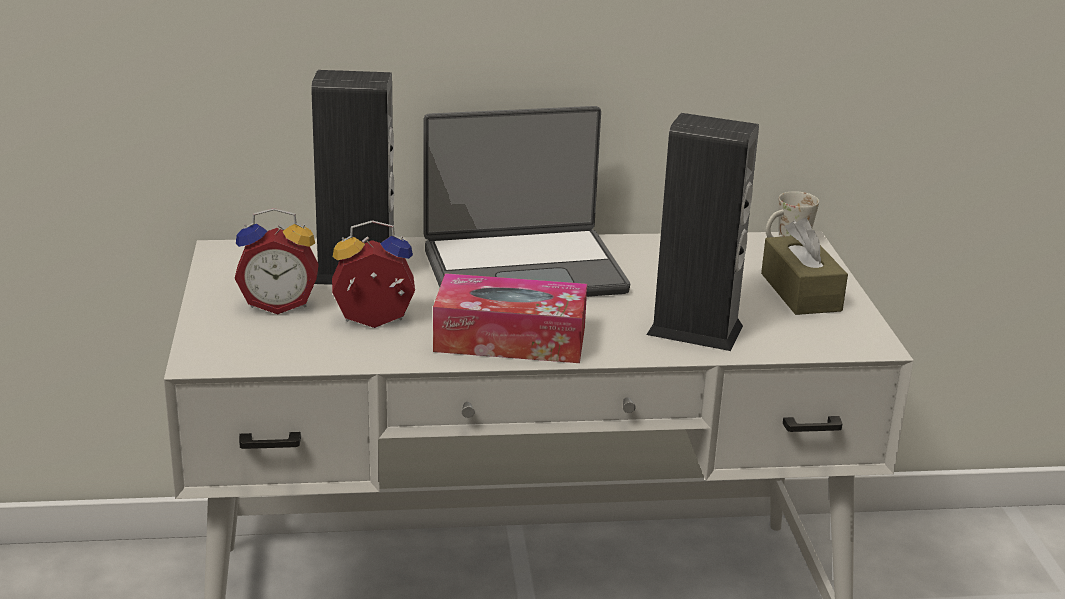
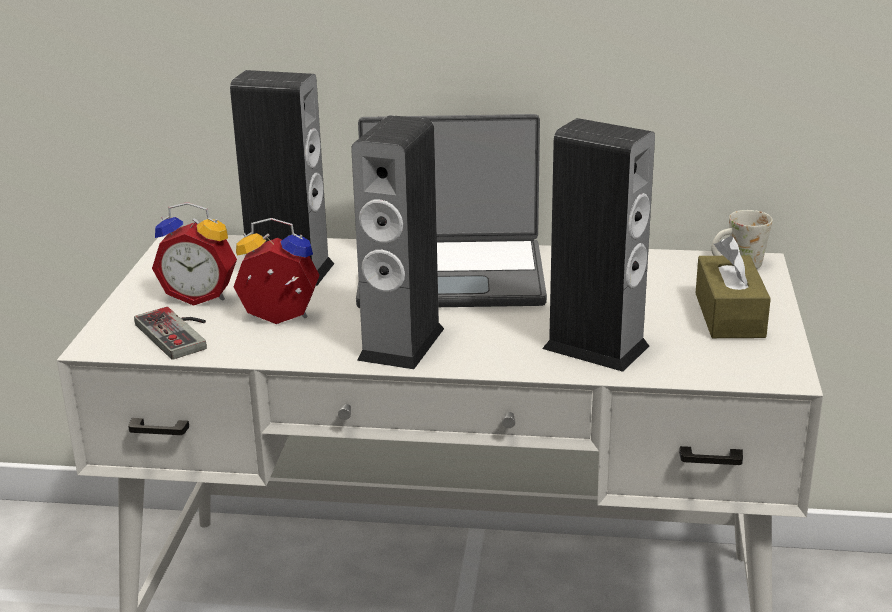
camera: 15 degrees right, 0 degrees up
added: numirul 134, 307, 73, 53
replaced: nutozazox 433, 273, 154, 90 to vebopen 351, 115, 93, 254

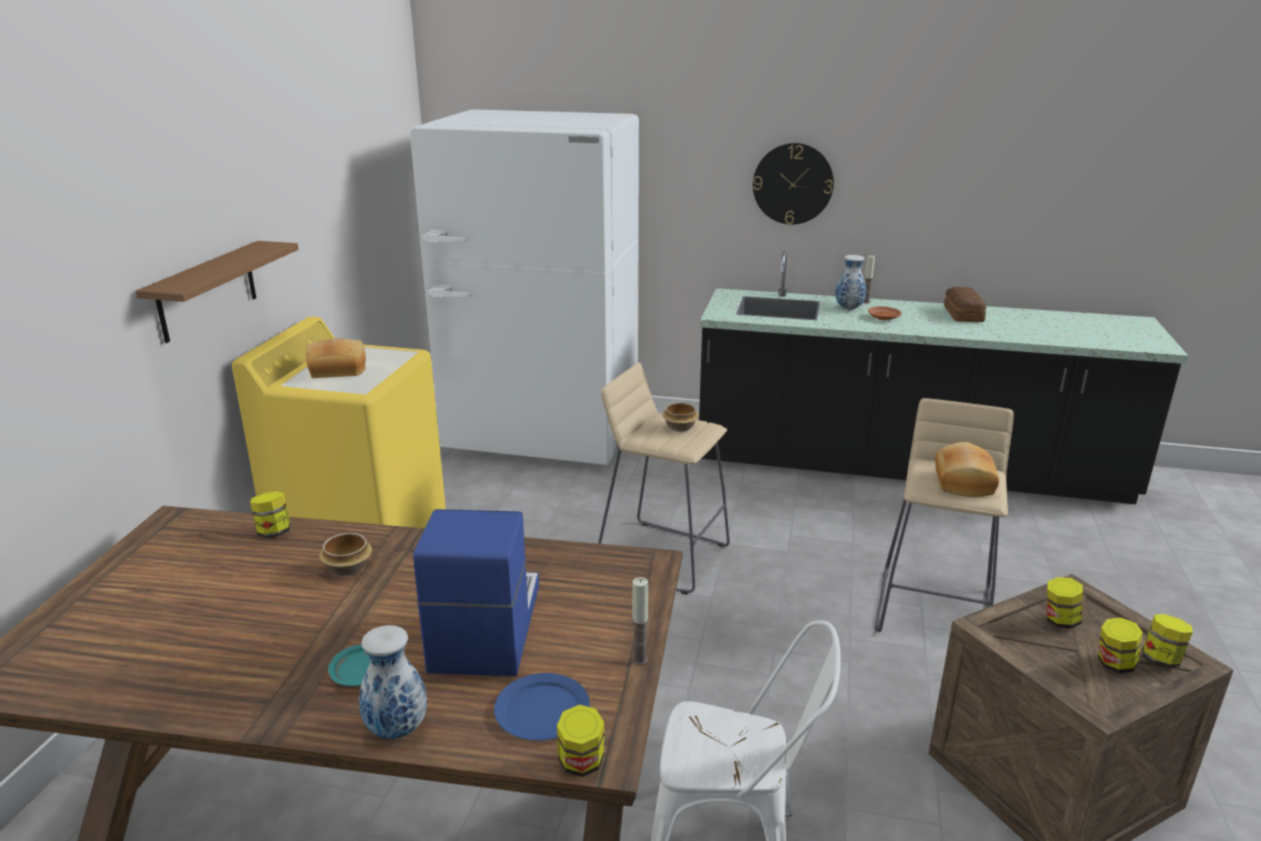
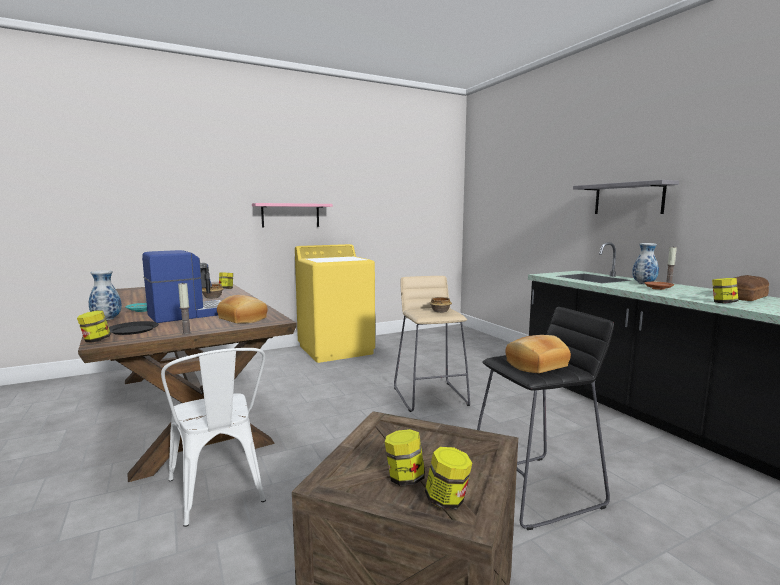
camera: 50 degrees right, 15 degrees down
removed: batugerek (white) 410, 109, 229, 356
moved: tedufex 306, 339, 60, 39 to 217, 295, 51, 29; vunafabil 1047, 577, 36, 52 to 712, 278, 26, 25
replaced: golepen 753, 143, 81, 82 to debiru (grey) 573, 180, 106, 34
recoloured: debiru (brown) 136, 241, 163, 102 to debiru (pink) 252, 203, 81, 25; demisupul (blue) 494, 673, 96, 68 to demisupul (black) 109, 321, 50, 14; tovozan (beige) 875, 398, 139, 234 to tovozan (black) 477, 307, 137, 223

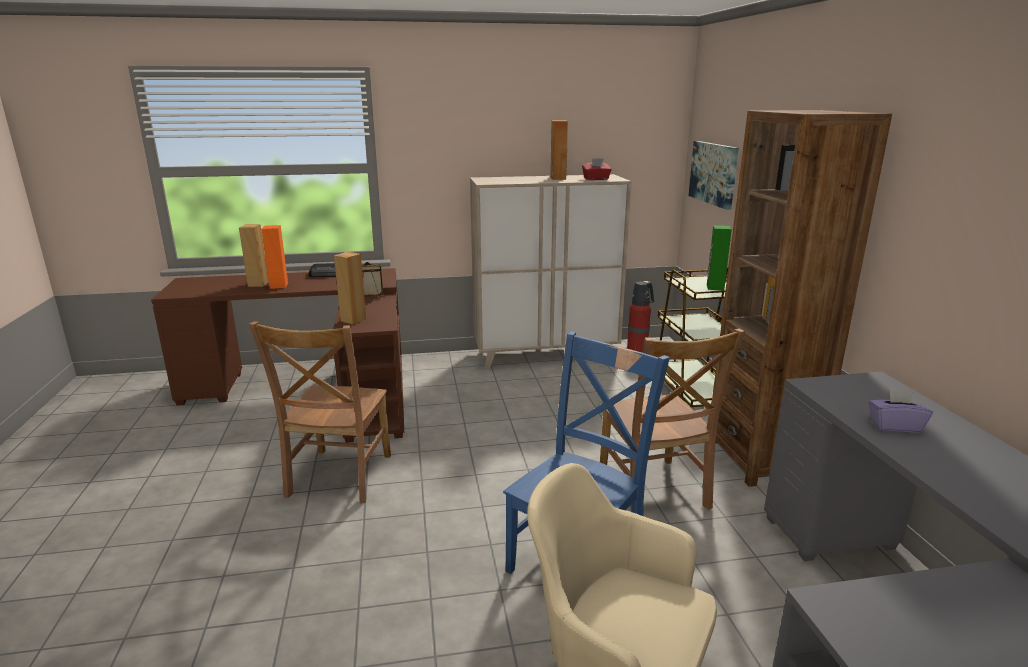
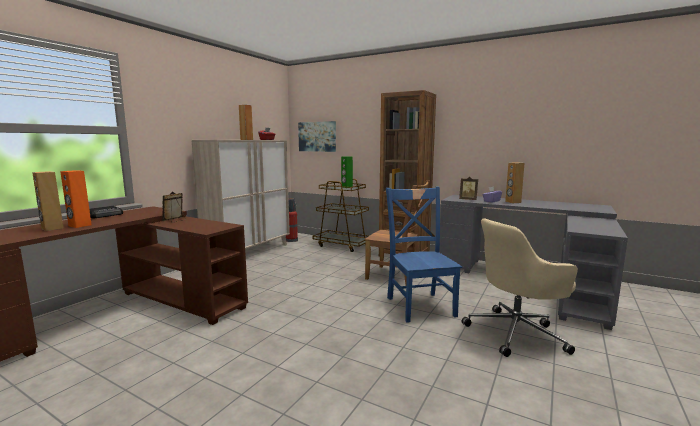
camera: 50 degrees left, 10 degrees down
removed: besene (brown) 249, 321, 142, 183
added: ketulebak 459, 177, 19, 23
moved: vebopen (brown) 334, 252, 32, 73 to 505, 162, 19, 41

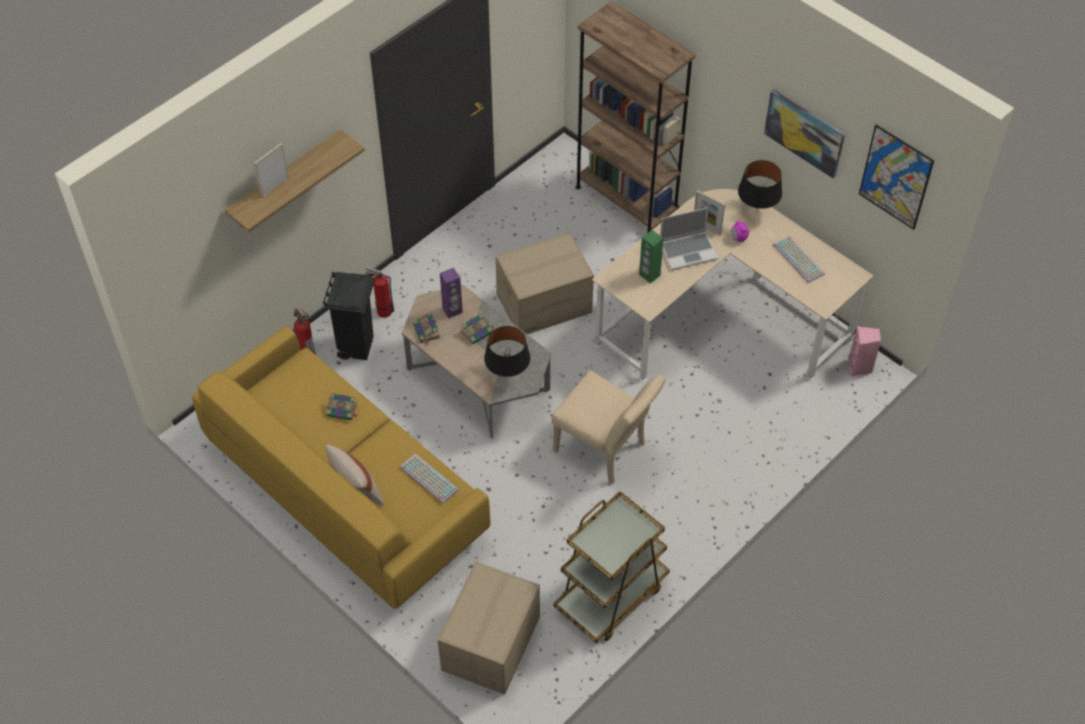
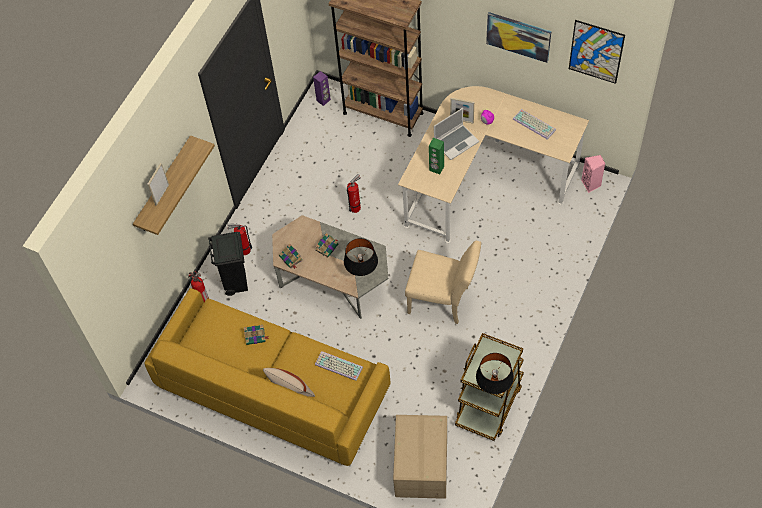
camera: 15 degrees left, 5 degrees up
moved: vebopen (purple) 440, 268, 23, 50 to 313, 71, 18, 35; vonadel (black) 738, 160, 44, 50 to 476, 353, 38, 41
replaced: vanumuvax 496, 233, 98, 101 to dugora 347, 174, 14, 39

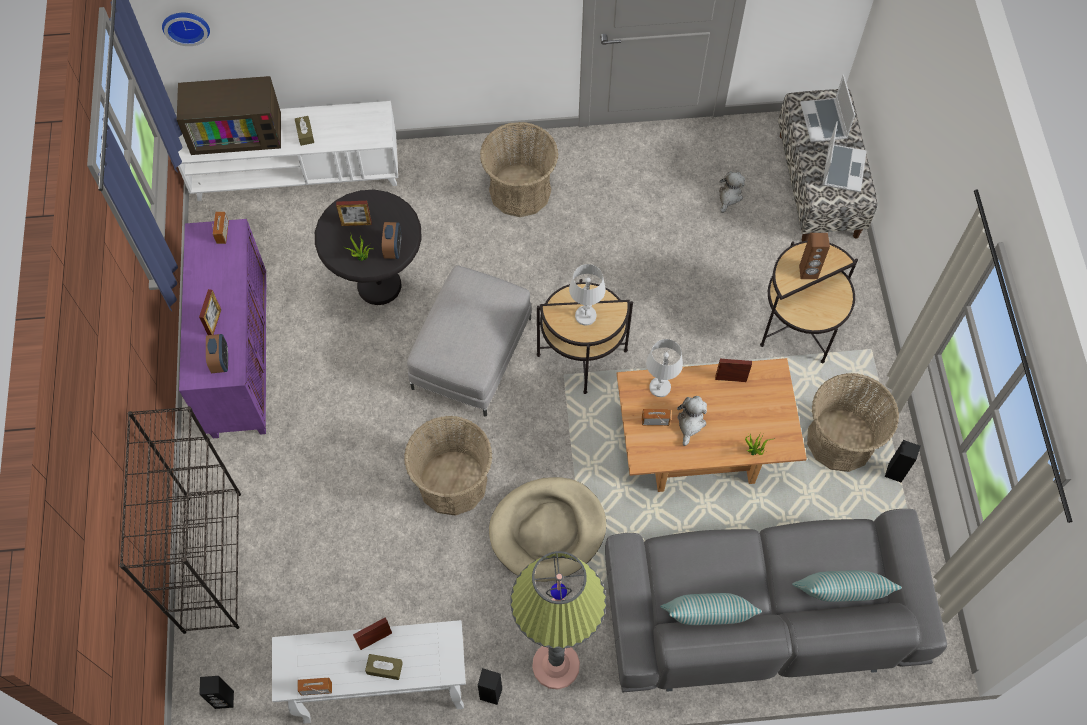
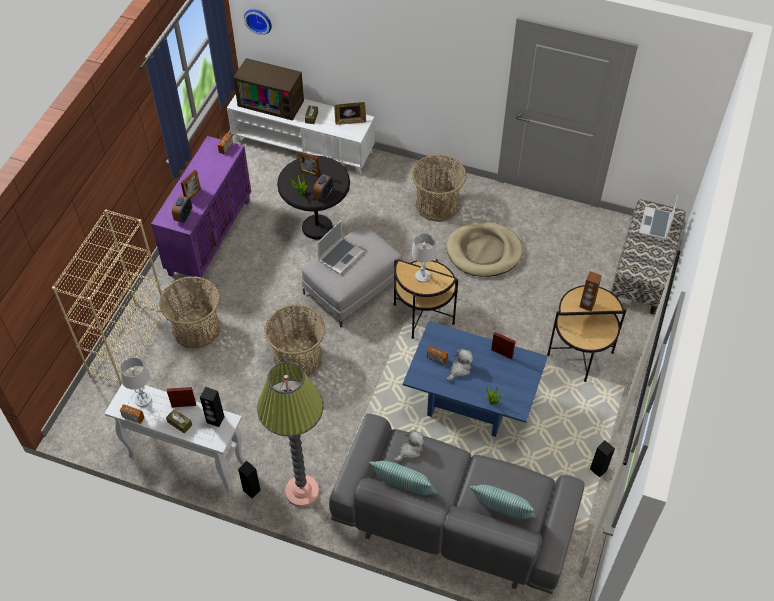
camera: 25 degrees right, 10 degrees down
added: ketulebak 334, 102, 32, 23
moved: vebopen (black) 199, 676, 35, 33 to 200, 387, 24, 40; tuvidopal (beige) 489, 477, 117, 105 to 446, 222, 77, 55; vonadel (white) 646, 339, 37, 58 to 120, 358, 32, 49; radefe 719, 171, 26, 42 to 394, 430, 30, 32; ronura 807, 373, 92, 99 to 159, 276, 61, 72; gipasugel 822, 121, 45, 71 to 317, 220, 46, 54
recoloured: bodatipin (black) 119, 406, 122, 228 to bodatipin (beige) 52, 209, 113, 176; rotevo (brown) 617, 358, 190, 134 to rotevo (blue) 403, 321, 145, 116

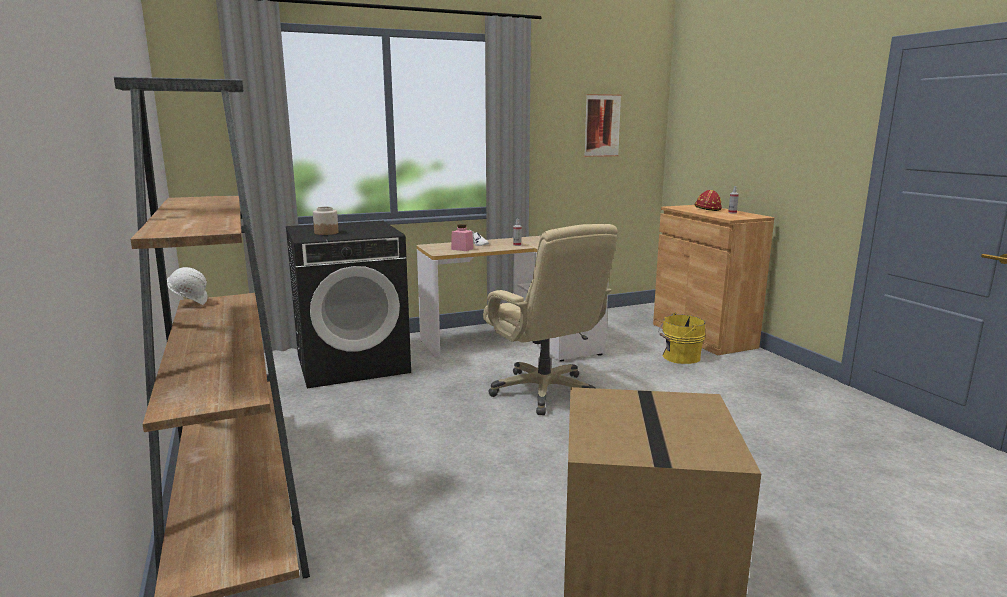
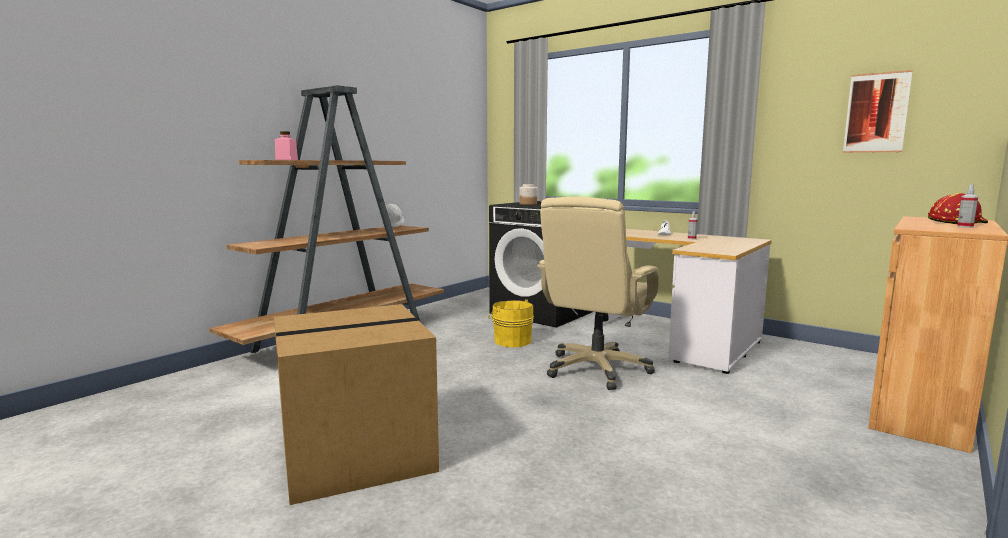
camera: 60 degrees right, 5 degrees down
moved: vunafabil (pink) 451, 224, 22, 27 to 275, 131, 23, 29; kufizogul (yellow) 658, 313, 47, 51 to 488, 299, 46, 48

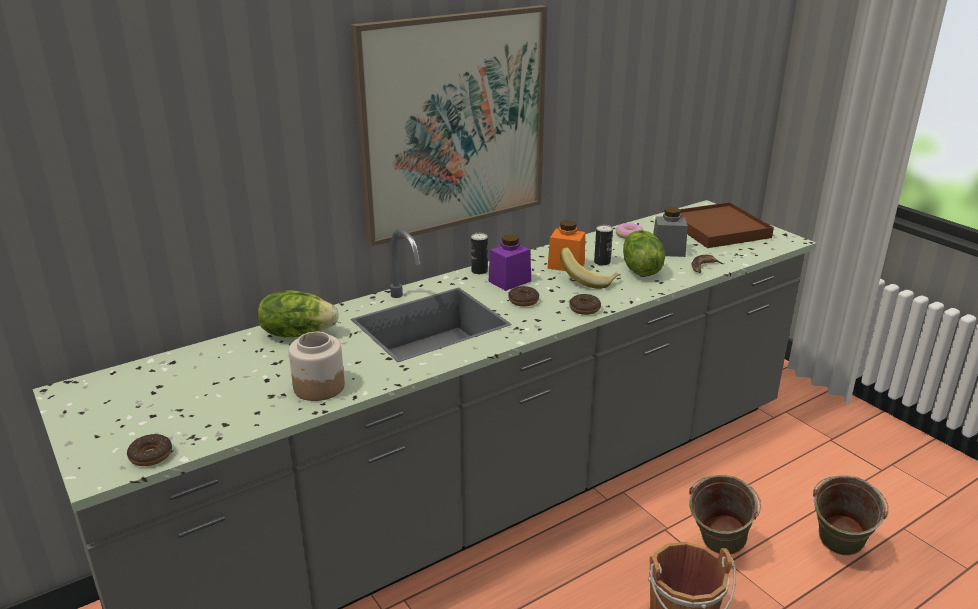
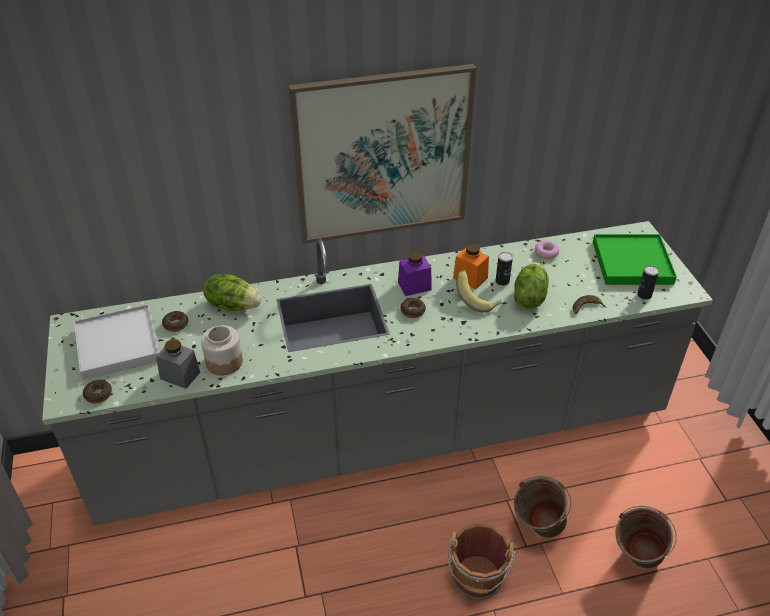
camera: 20 degrees right, 15 degrees up
added: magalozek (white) 74, 304, 85, 76
moved: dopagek 471, 233, 17, 41 to 637, 266, 22, 34; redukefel 569, 294, 32, 21 to 162, 311, 26, 21; vunafabil (grey) 653, 207, 35, 50 to 156, 339, 44, 50
recoloured: magalozek (brown) 680, 202, 94, 46 to magalozek (green) 593, 234, 84, 51

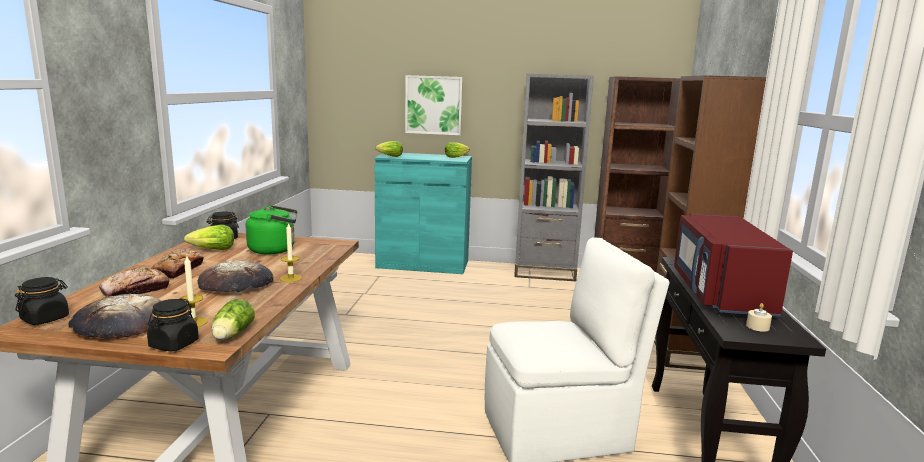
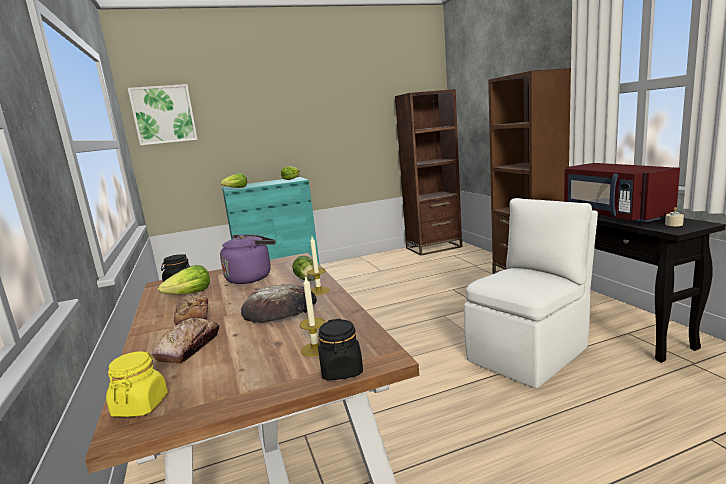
camera: 25 degrees left, 0 degrees up
removed: tedufex 69, 294, 92, 45; bodatipin (grey) 514, 74, 80, 207
moved: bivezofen 212, 299, 43, 41 to 292, 255, 23, 26; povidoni 405, 75, 58, 60 to 128, 84, 70, 61
recoloured: vunafabil (black) 15, 277, 54, 48 to vunafabil (yellow) 106, 352, 62, 65; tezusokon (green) 246, 205, 51, 49 to tezusokon (purple) 220, 235, 56, 49

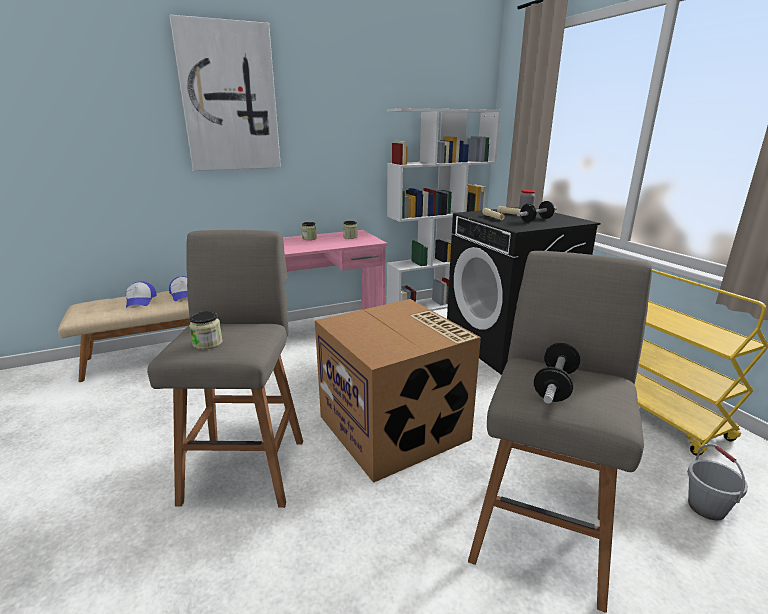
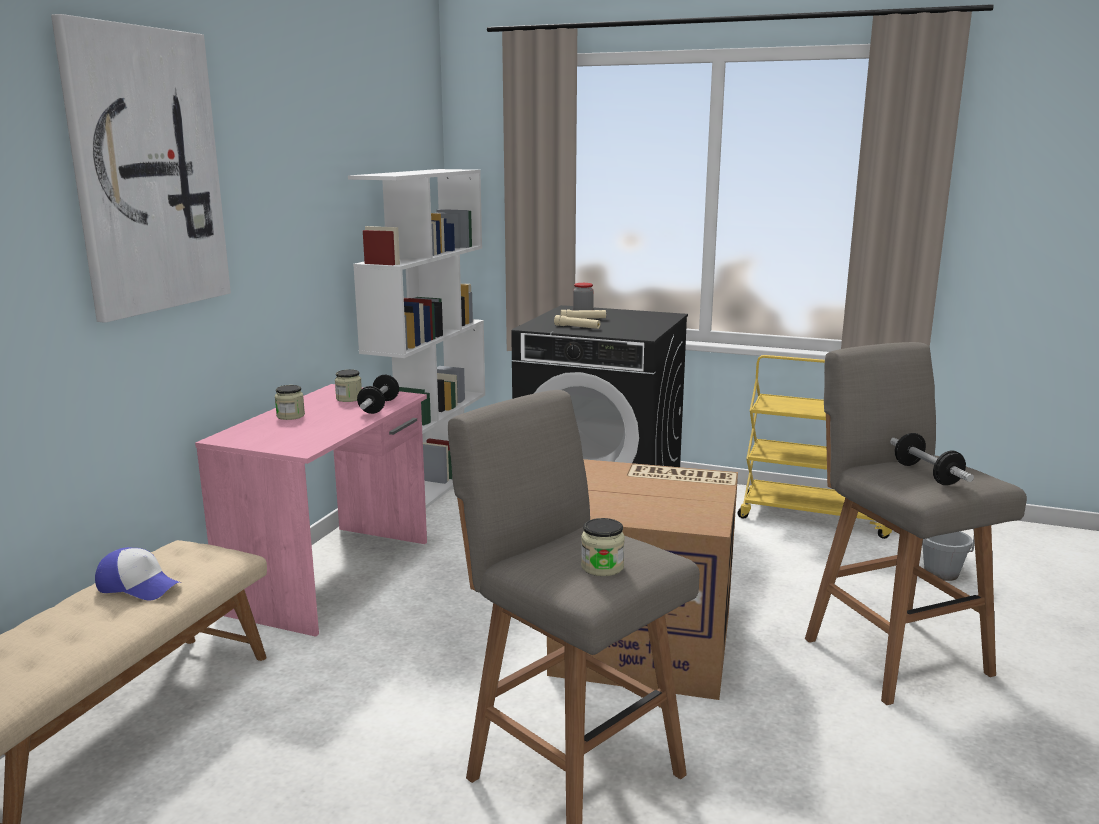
camera: 45 degrees left, 5 degrees down
removed: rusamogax 126, 282, 30, 26
moved: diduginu 517, 201, 40, 21 to 357, 374, 42, 40

